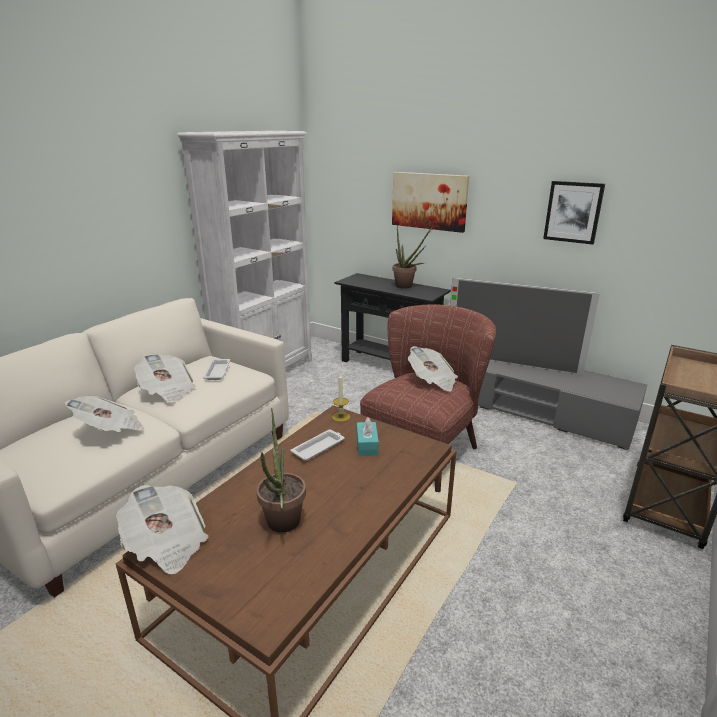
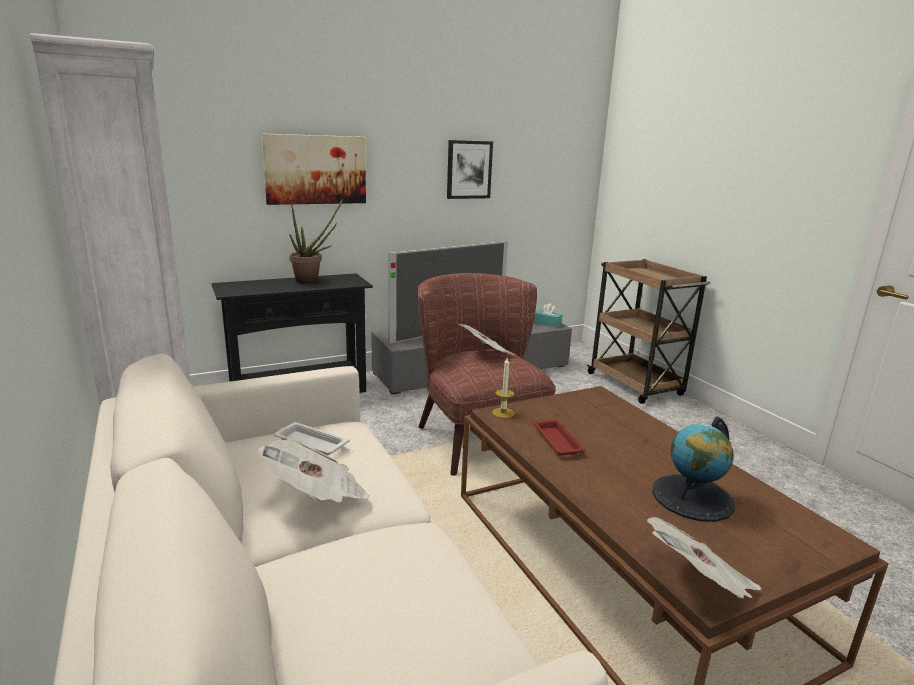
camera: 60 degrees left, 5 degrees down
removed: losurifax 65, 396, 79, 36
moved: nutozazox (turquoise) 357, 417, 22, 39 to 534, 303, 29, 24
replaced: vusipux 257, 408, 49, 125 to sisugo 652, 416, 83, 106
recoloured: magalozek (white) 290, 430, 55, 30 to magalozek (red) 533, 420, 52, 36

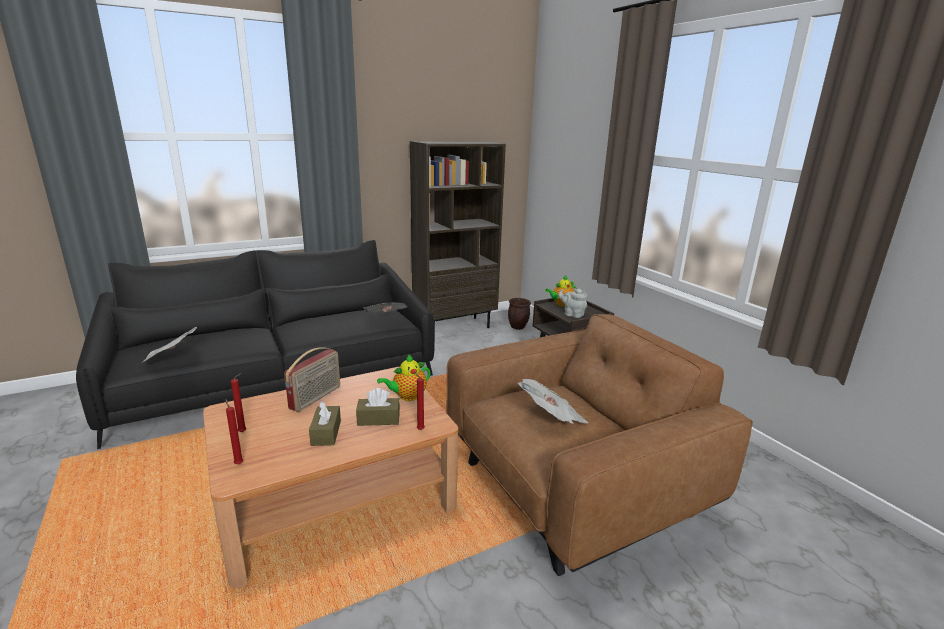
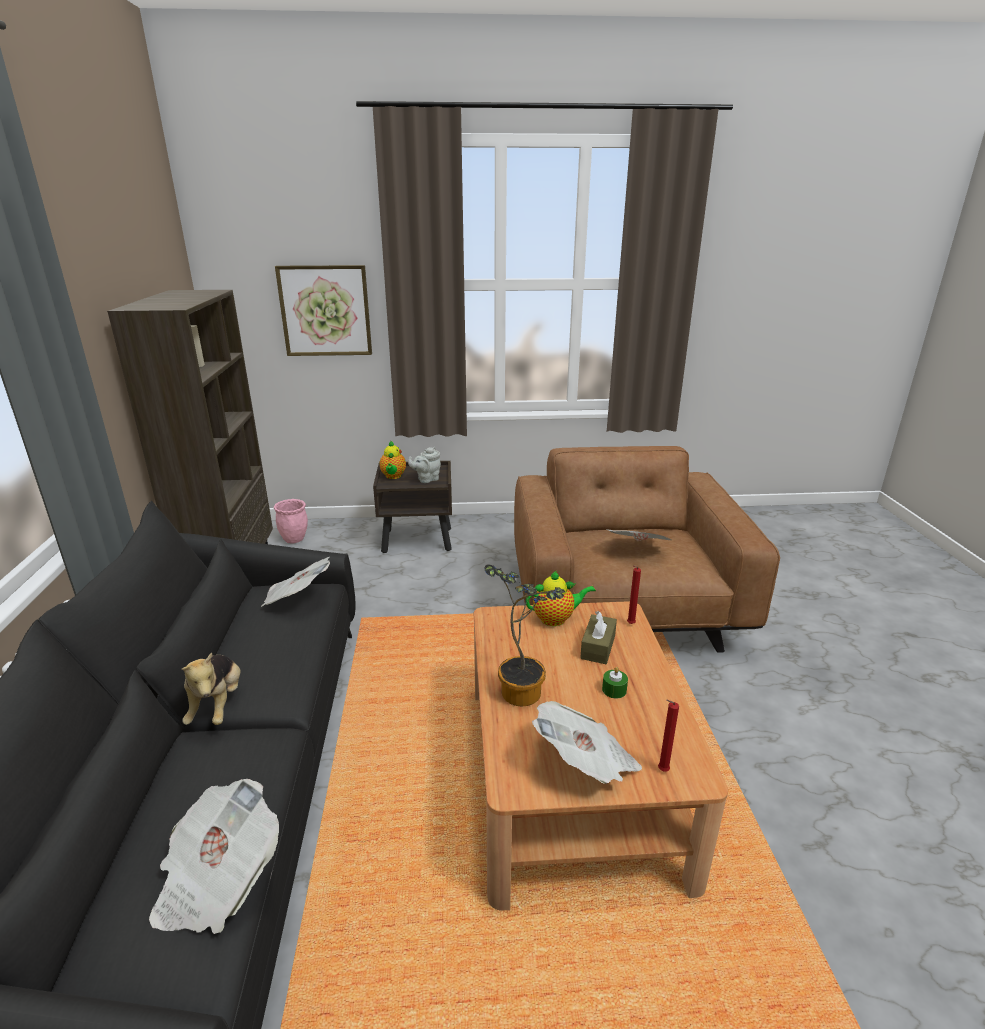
camera: 65 degrees left, 5 degrees up
added: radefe 182, 652, 59, 73; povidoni 275, 265, 97, 91
replaced: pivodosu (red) 231, 373, 15, 59 to losurifax 532, 701, 110, 83; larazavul 284, 347, 56, 65 to vusipux 485, 564, 80, 143; nutozazox (brown) 309, 401, 32, 45 to pivodosu (green) 602, 667, 26, 32
recoloured: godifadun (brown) 508, 298, 23, 32 to godifadun (pink) 274, 499, 34, 45
turned: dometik 377, 354, 54, 47 = 526, 571, 70, 55 90 degrees counterclockwise

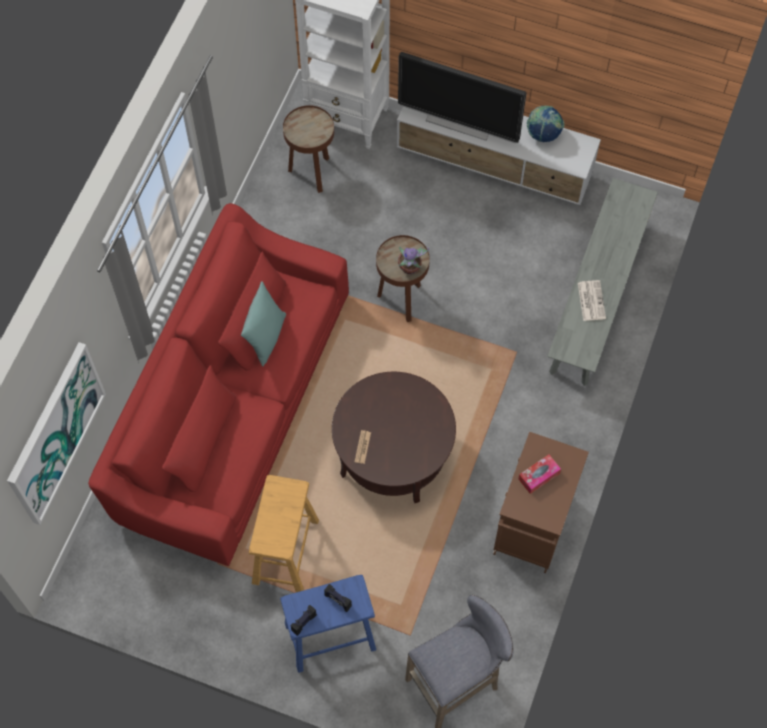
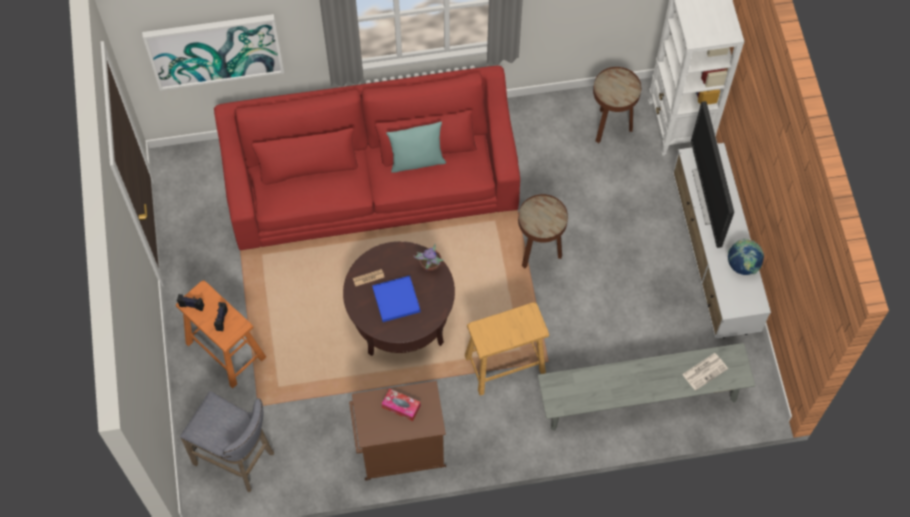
camera: 60 degrees right, 0 degrees up
added: magalozek (blue) 372, 276, 49, 46
moved: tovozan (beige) 249, 475, 70, 117 to 465, 302, 84, 94; vusipux 398, 246, 31, 28 to 414, 244, 30, 28; losurifax 578, 280, 28, 41 to 682, 353, 46, 38
recoloured: tovozan (blue) 280, 575, 96, 98 to tovozan (orange) 176, 280, 90, 108

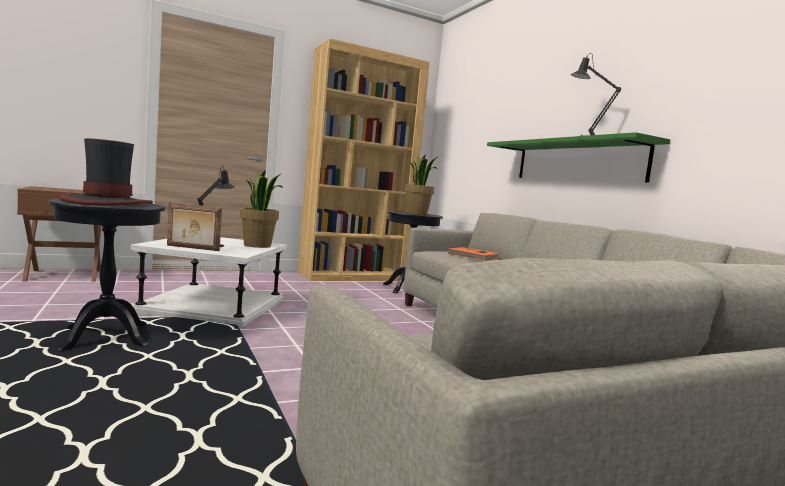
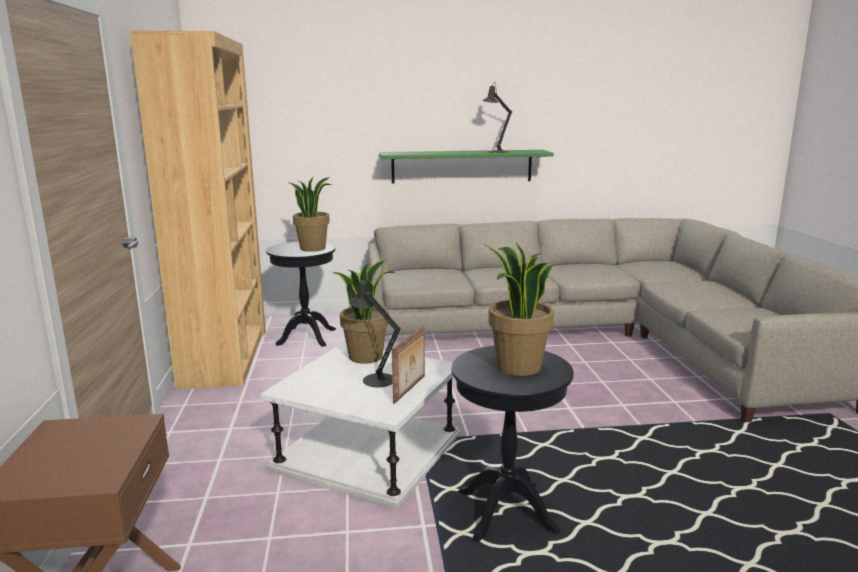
camera: 70 degrees left, 10 degrees up
removed: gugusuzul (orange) 448, 247, 51, 14
replaced: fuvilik 59, 138, 94, 68 to vusipux 483, 243, 71, 133

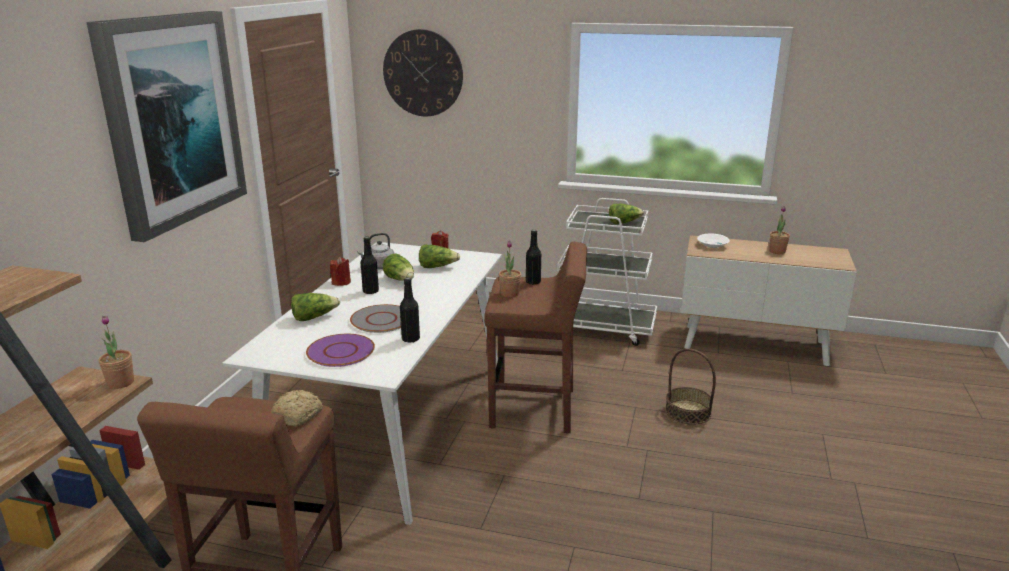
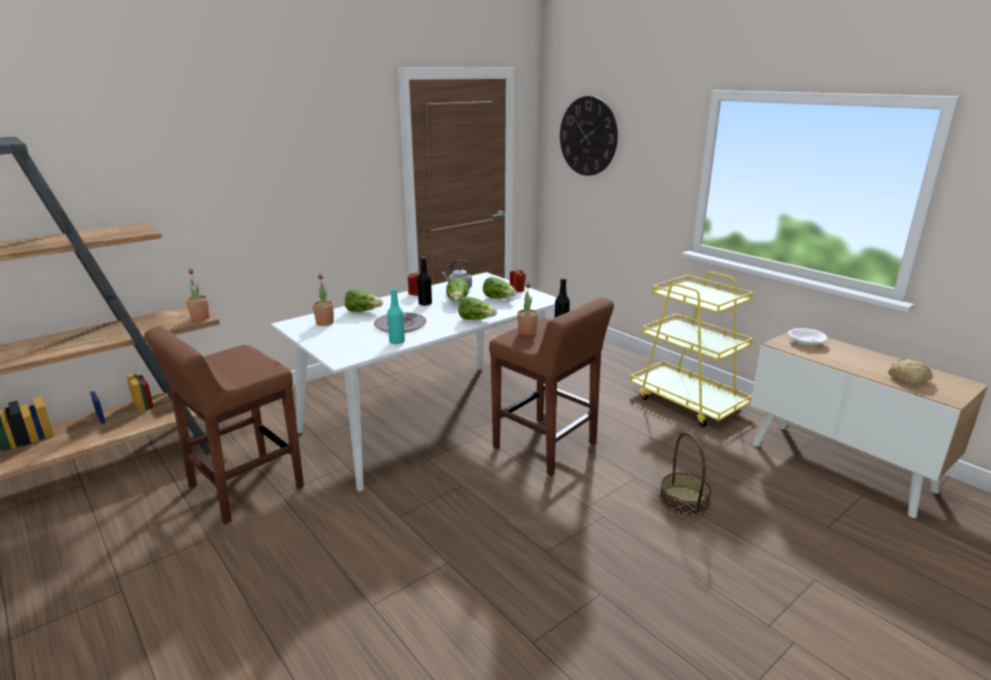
camera: 35 degrees right, 0 degrees up
removed: povidoni 87, 11, 160, 231; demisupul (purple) 306, 334, 69, 33
moved: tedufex 271, 390, 52, 37 to 888, 359, 45, 26; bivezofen 609, 204, 35, 20 to 458, 296, 39, 24; vusipux 769, 206, 21, 48 to 312, 273, 22, 53
recoloured: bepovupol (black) 400, 277, 20, 66 to bepovupol (turquoise) 387, 288, 18, 57; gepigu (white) 557, 198, 100, 148 to gepigu (yellow) 630, 271, 123, 156

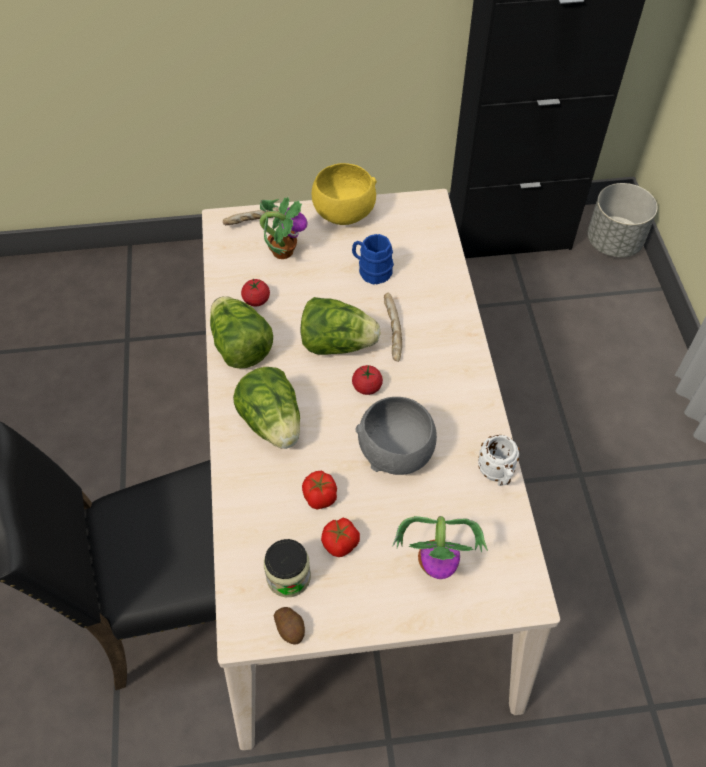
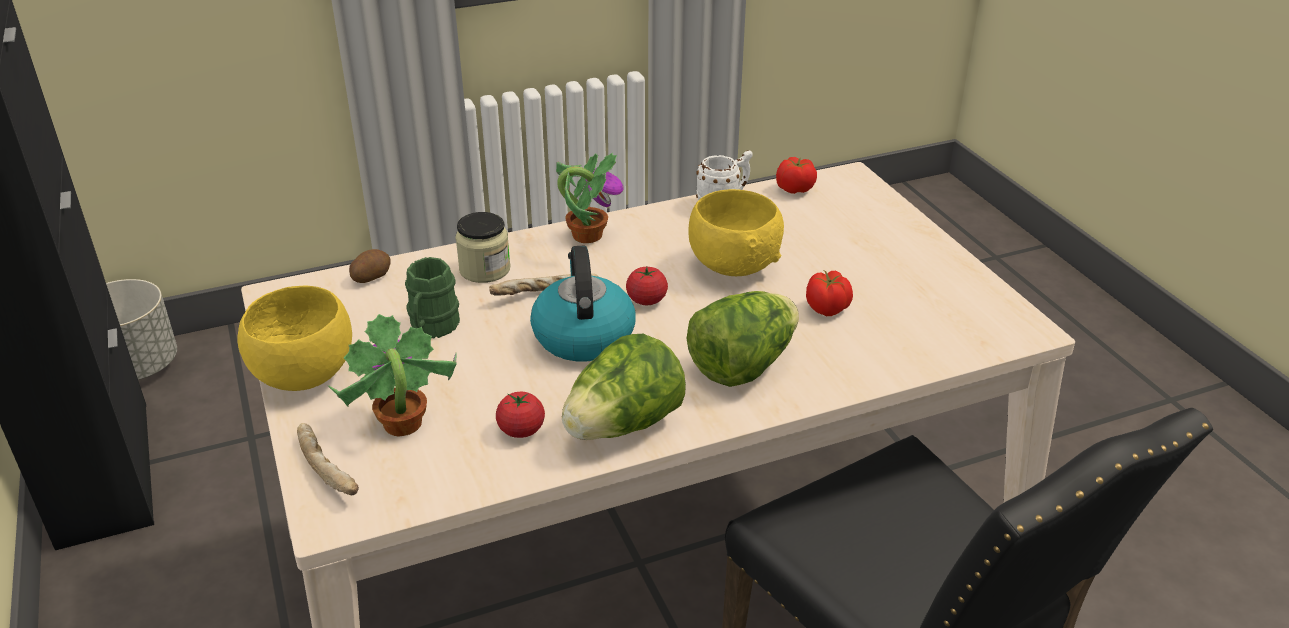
camera: 105 degrees left, 20 degrees down
moved: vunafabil 264, 539, 47, 58 to 455, 212, 56, 71; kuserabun 274, 607, 31, 37 to 349, 249, 42, 34; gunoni 321, 517, 39, 40 to 776, 157, 41, 37; vusipux 392, 516, 96, 63 to 556, 153, 68, 90
replaced: bivezofen 300, 297, 81, 58 to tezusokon 530, 245, 106, 116
recoloured: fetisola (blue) 352, 234, 42, 51 to fetisola (green) 405, 257, 55, 81; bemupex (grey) 356, 397, 81, 78 to bemupex (yellow) 688, 189, 96, 87

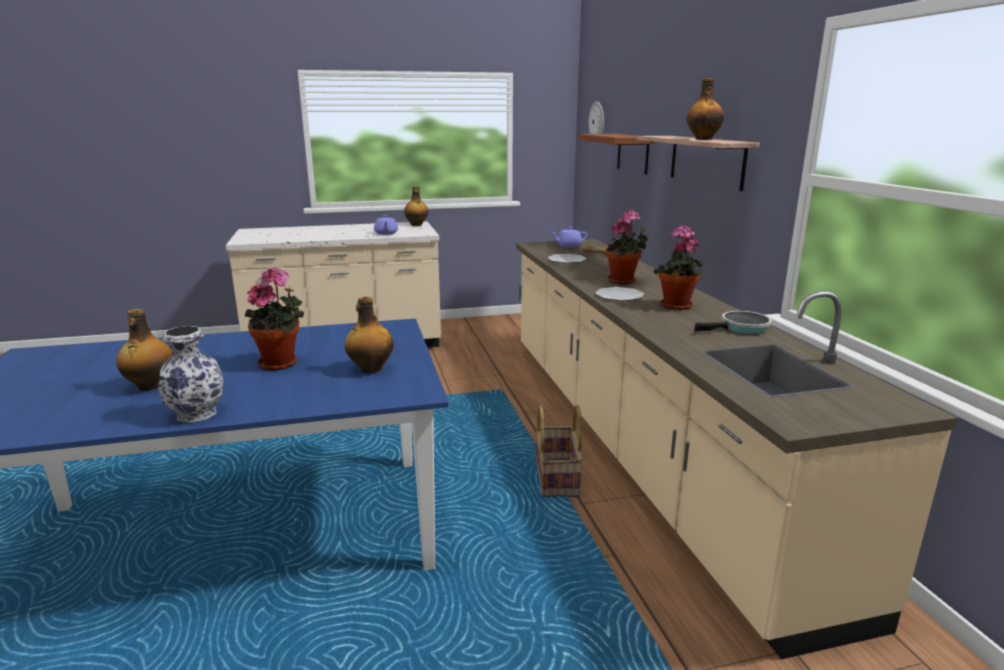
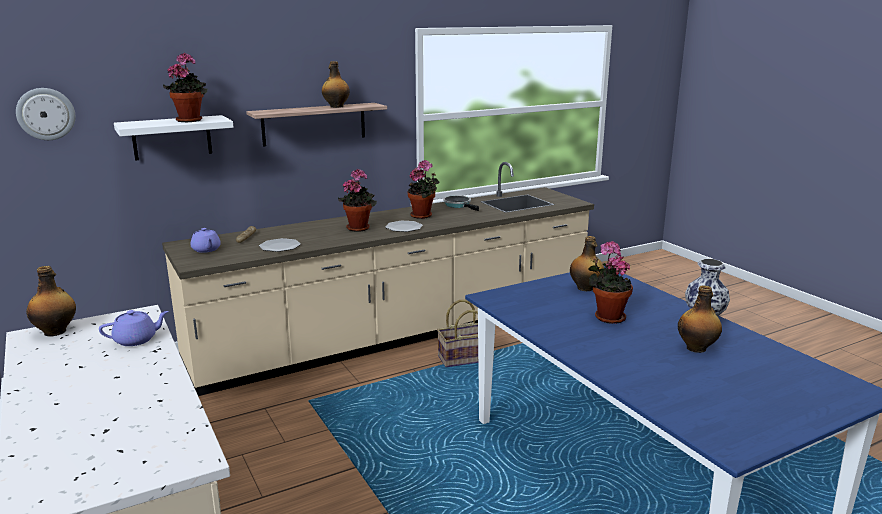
camera: 105 degrees left, 0 degrees up
added: vusipux 163, 53, 44, 69
recoloured: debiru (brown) 578, 134, 78, 40 to debiru (white) 114, 115, 119, 46

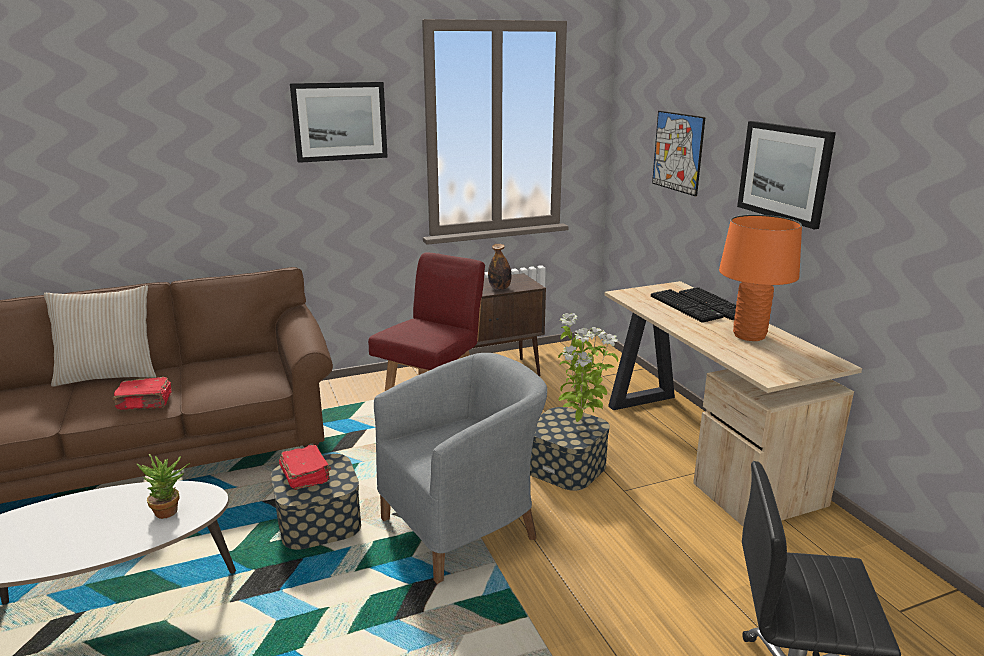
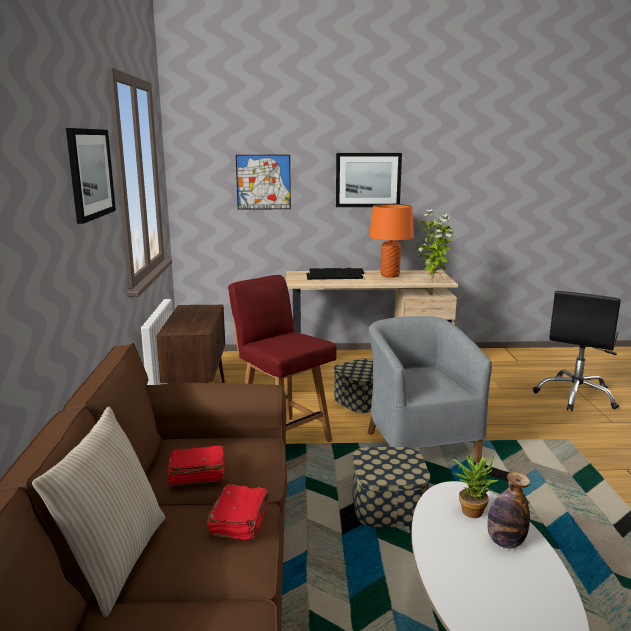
camera: 70 degrees left, 5 degrees down
moved: gugusuzul (red) 279, 445, 52, 45 to 167, 445, 58, 41; bepovupol 488, 244, 24, 46 to 487, 472, 43, 77; vusipux 558, 313, 60, 109 to 418, 209, 37, 72

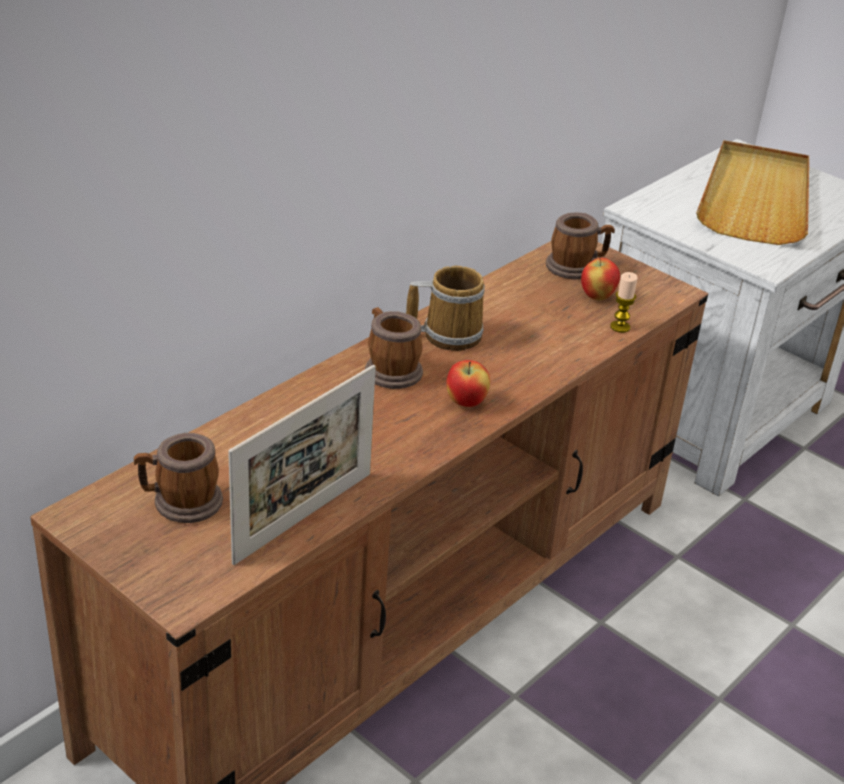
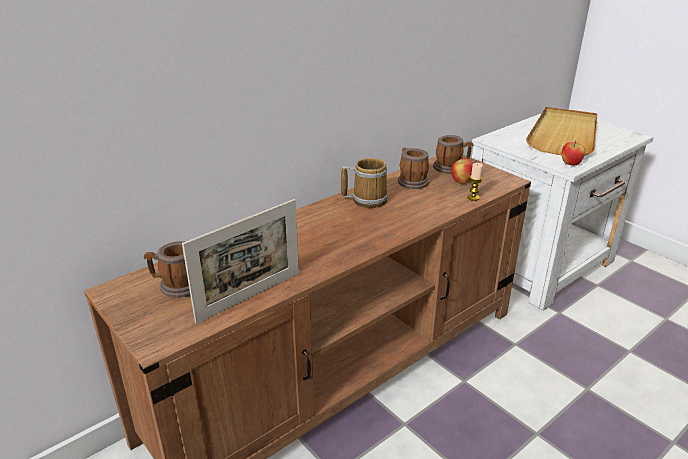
camera: 10 degrees right, 5 degrees down
moved: fetisola 365, 307, 58, 82 to 398, 147, 31, 42; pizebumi 446, 360, 44, 47 to 562, 141, 23, 25

